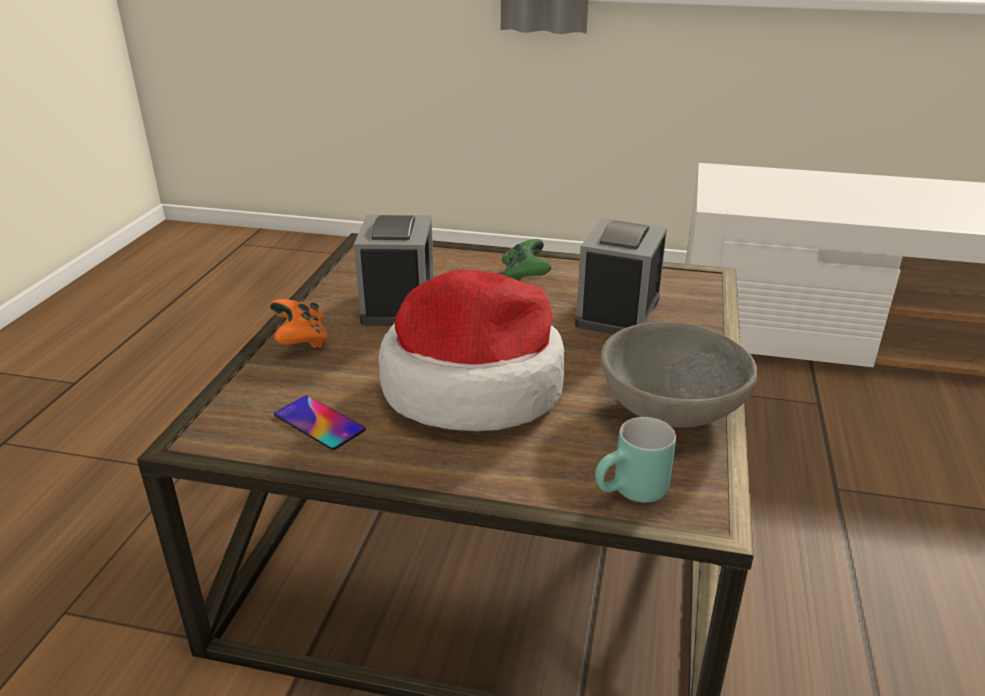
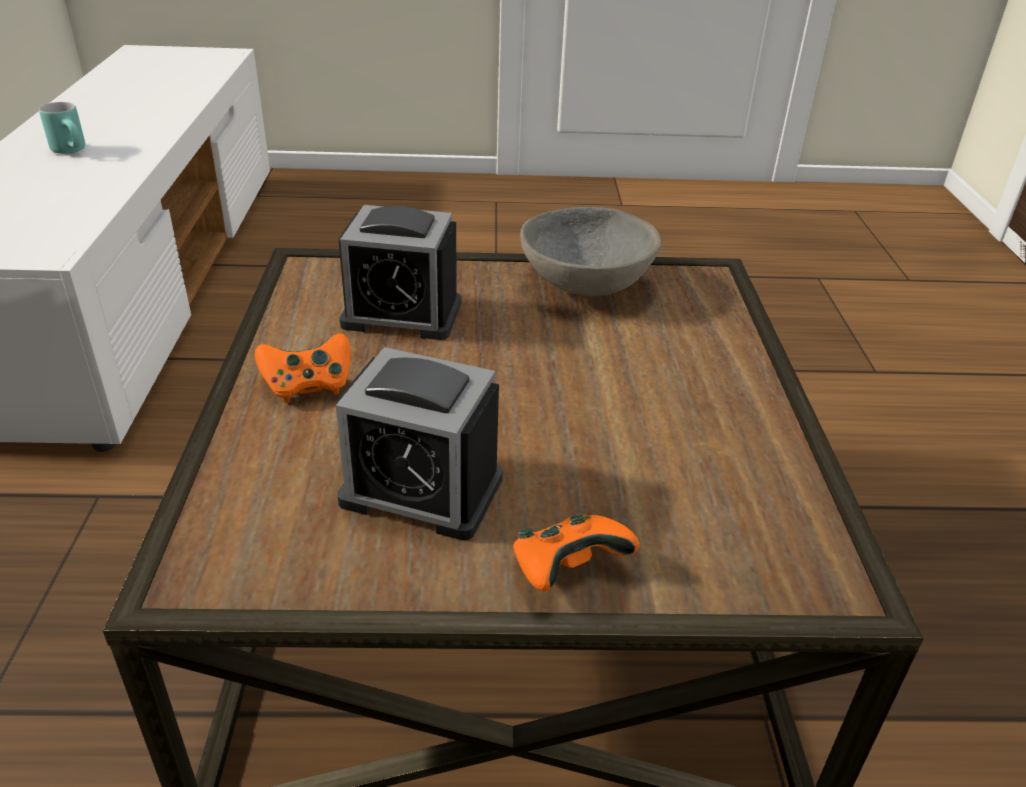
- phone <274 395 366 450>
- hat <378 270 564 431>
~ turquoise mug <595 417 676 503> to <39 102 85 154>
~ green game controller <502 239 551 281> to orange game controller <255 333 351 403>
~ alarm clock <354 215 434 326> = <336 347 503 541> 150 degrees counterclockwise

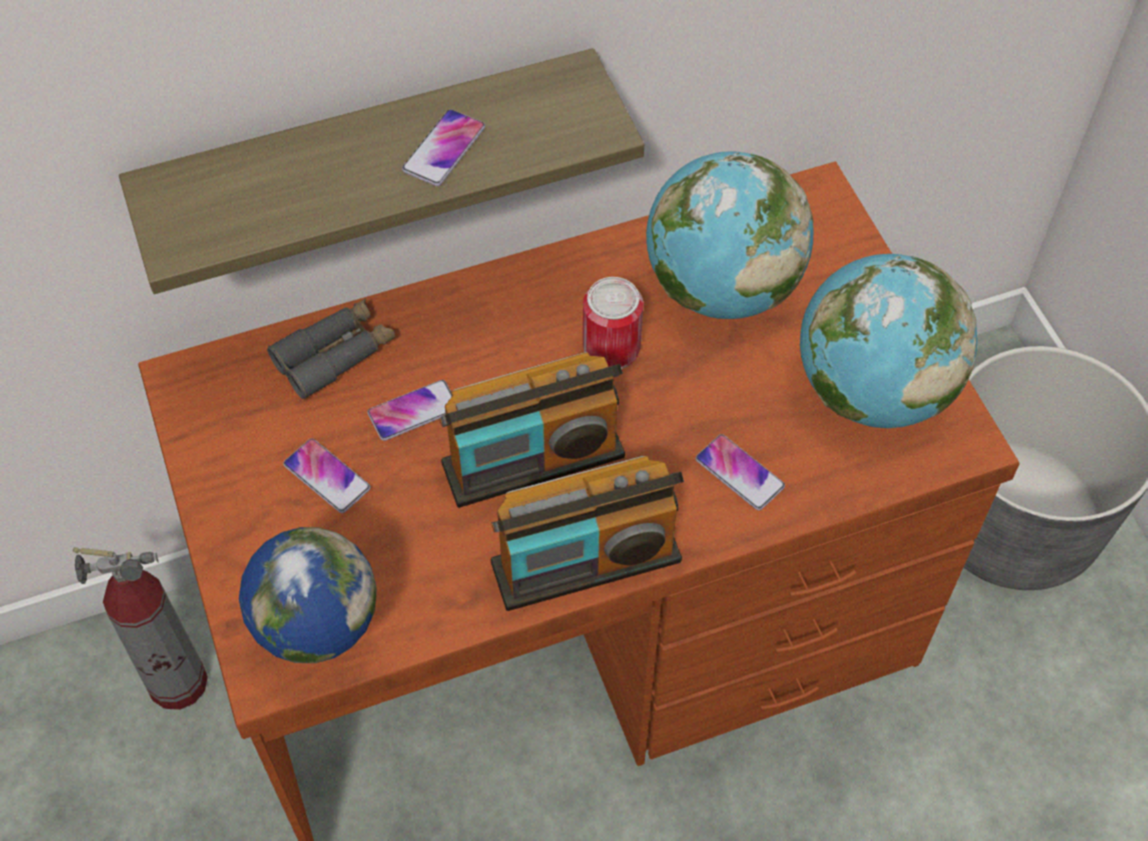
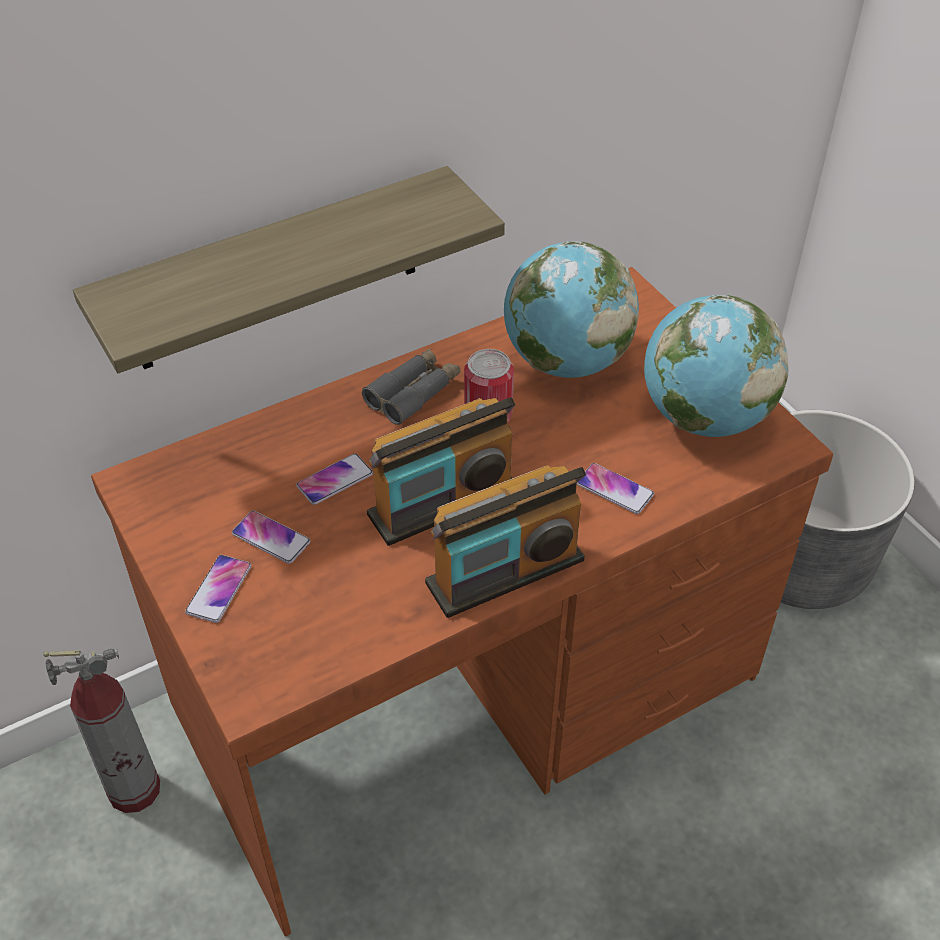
- globe <239 527 377 663>
~ grey binoculars <267 298 395 399> to <362 348 461 425>
~ phone <402 109 485 186> to <185 555 251 623>

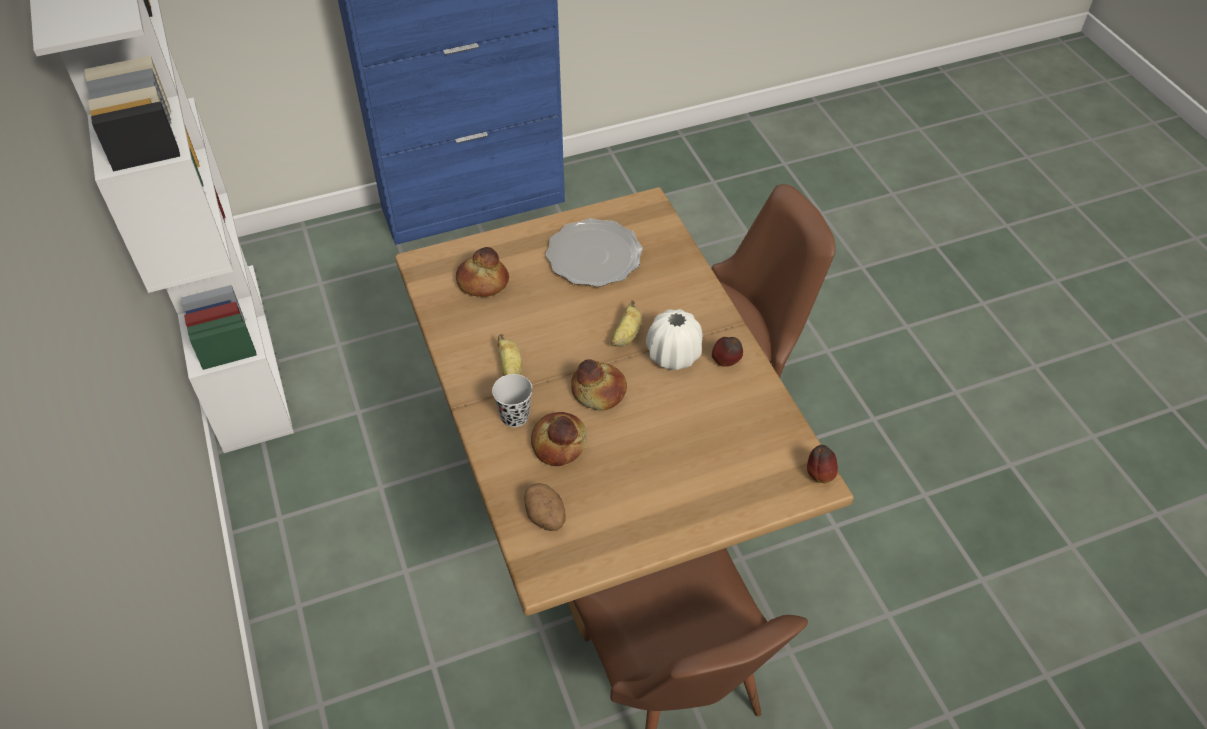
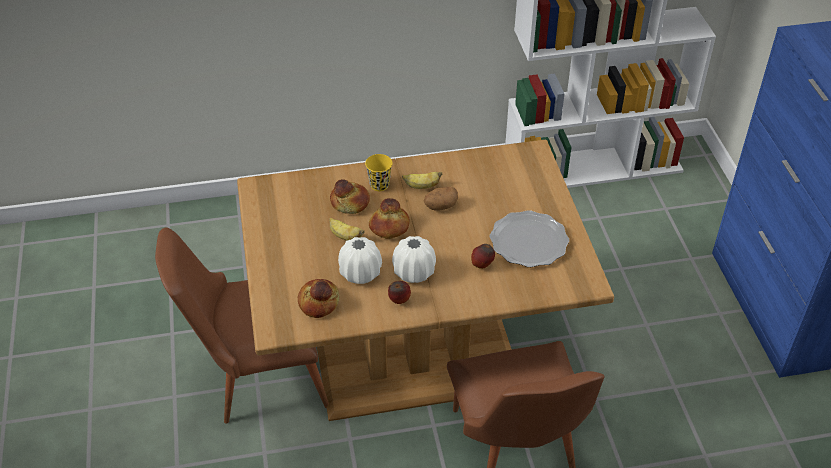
+ white vase <338 237 382 284>
~ bread <456 247 509 297> to <298 279 339 318>
~ potato <524 483 566 531> to <424 187 458 211>
~ banana <611 300 642 346> to <329 218 364 241>
~ apple <807 445 838 483> to <471 244 495 269>
~ black cup <492 374 533 427> to yellow cup <365 154 392 191>

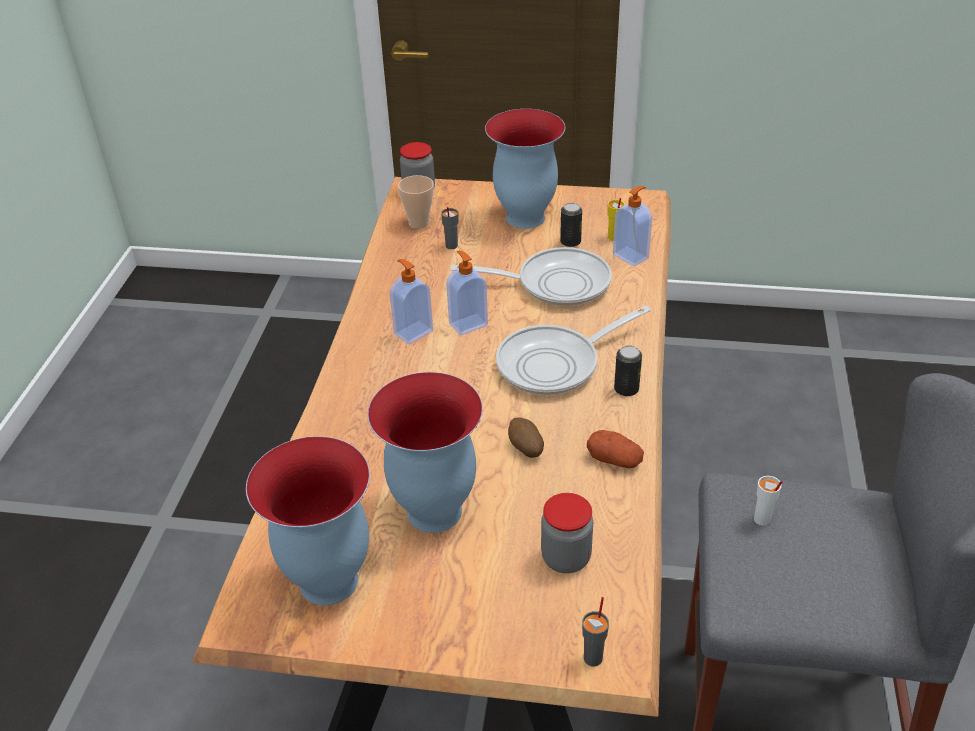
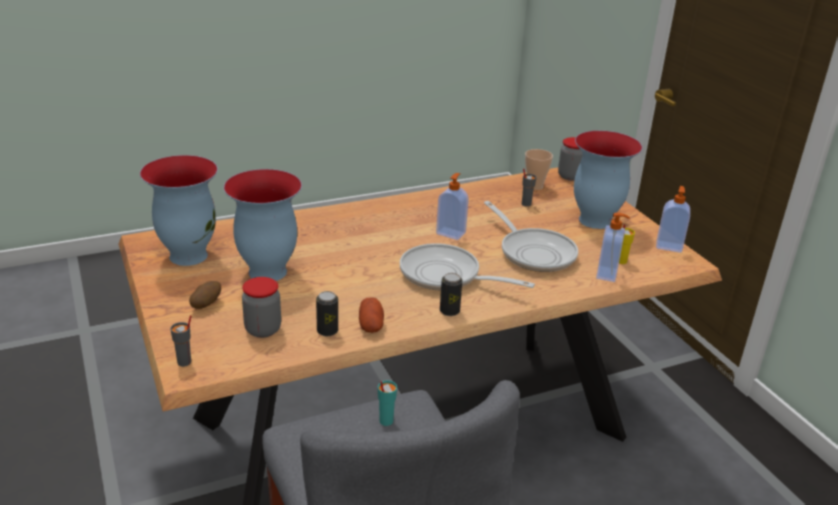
~ soap dispenser <390 259 433 344> to <656 186 690 253>
~ potato <508 417 544 458> to <189 281 221 309>
~ can <560 203 582 247> to <316 291 338 336>
~ white cup <754 476 783 526> to turquoise cup <378 380 397 426>

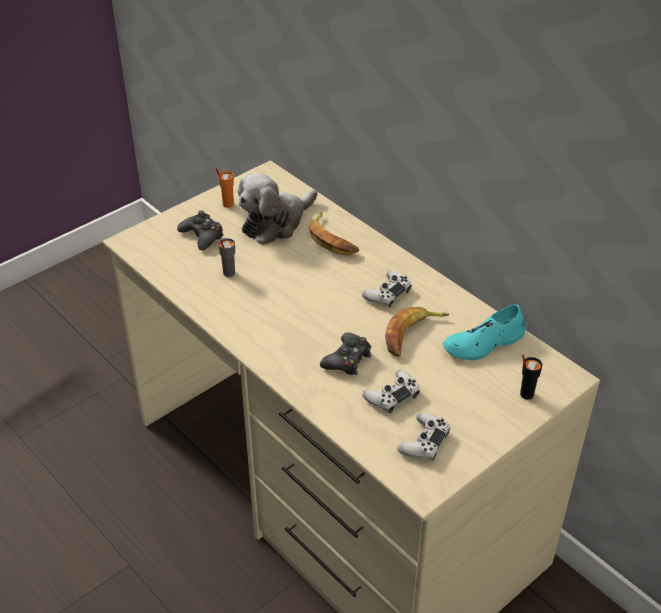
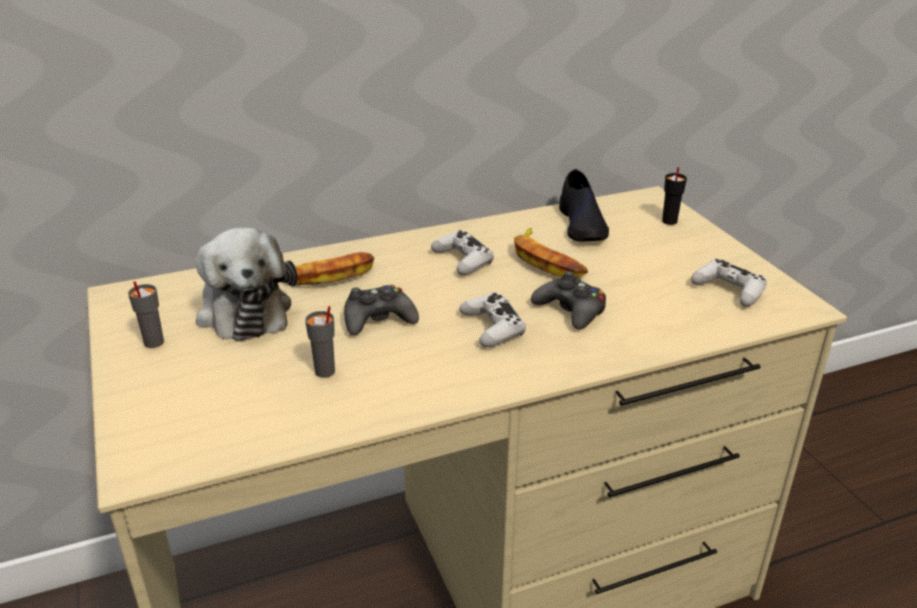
~ black game controller <177 210 223 250> to <344 285 419 335>
~ white game controller <362 370 420 413> to <459 292 526 347>
~ orange cup <216 168 234 208> to grey cup <128 281 164 348>
~ turquoise shoe <442 304 526 360> to black shoe <559 169 609 241>

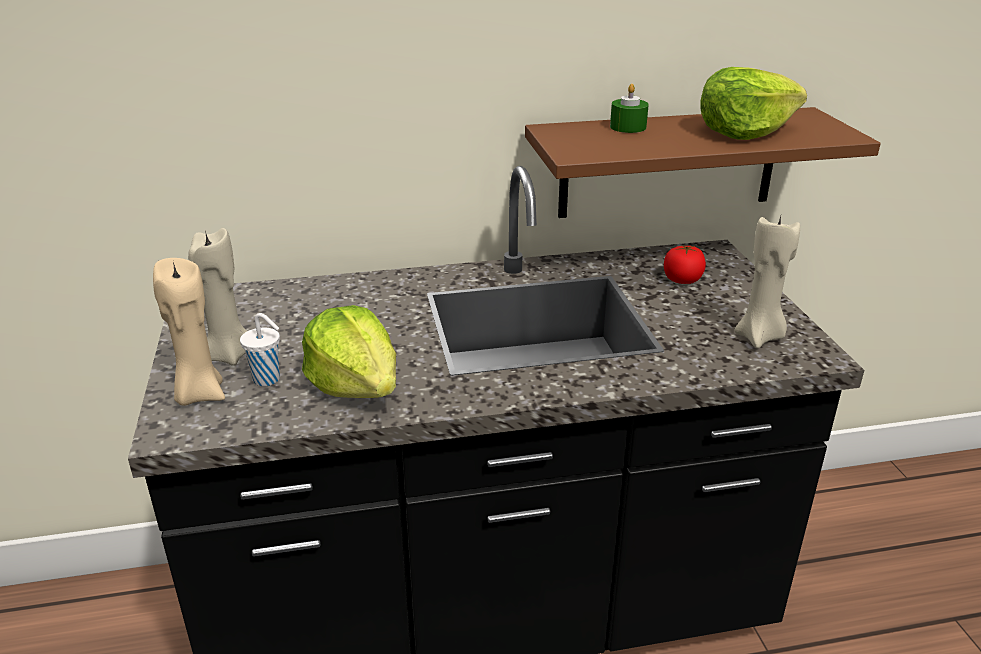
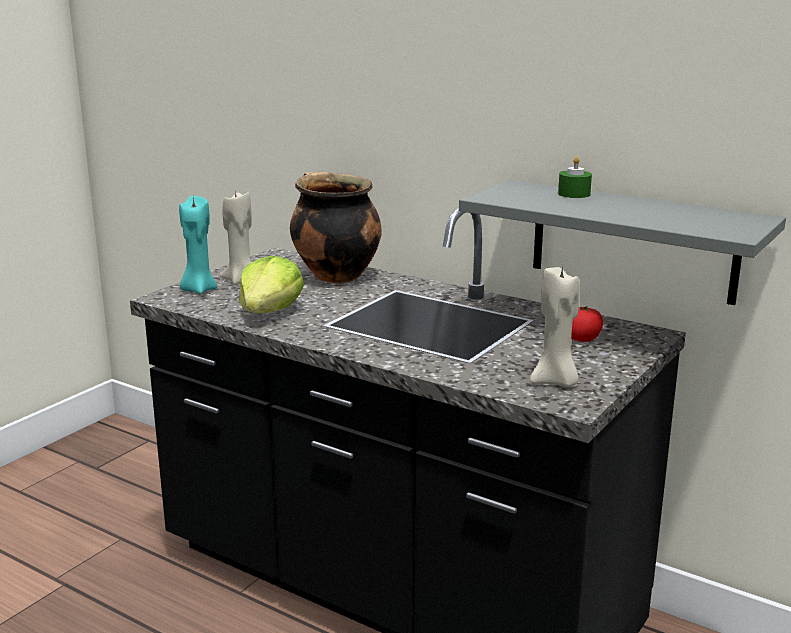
- white cup <240 313 280 386>
- lettuce <700 67 807 140>
+ cooking pot <290 172 382 283>
~ beige candle <153 258 225 406> to turquoise candle <179 196 217 294>
~ brown shelf <525 107 881 218> to grey shelf <459 180 786 305>

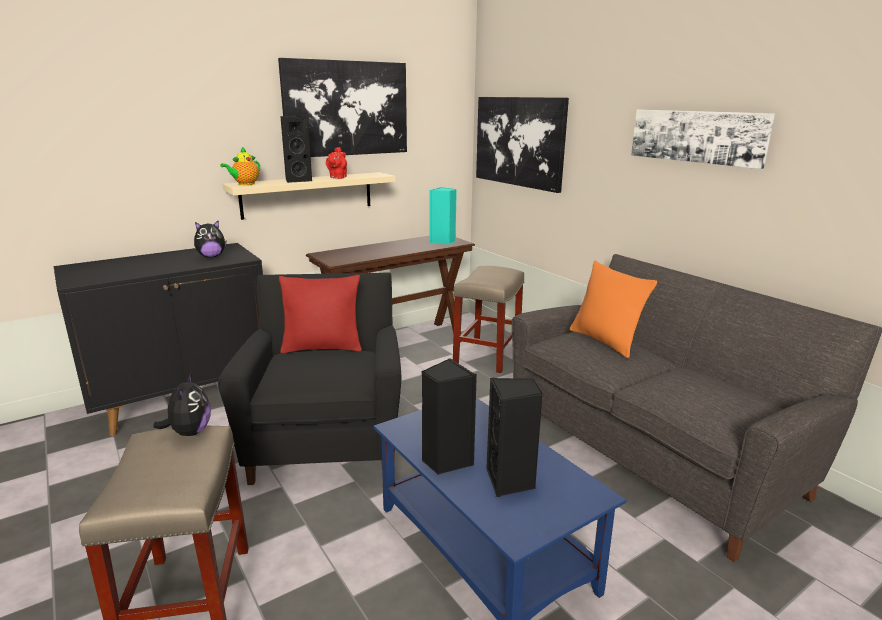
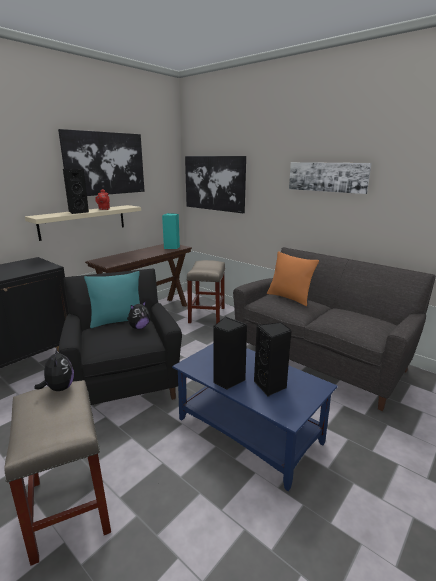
- teapot <220 147 260 185>
~ plush toy <194 220 227 257> to <127 301 150 329>
~ red pillow <279 275 362 354> to turquoise pillow <84 271 140 328>

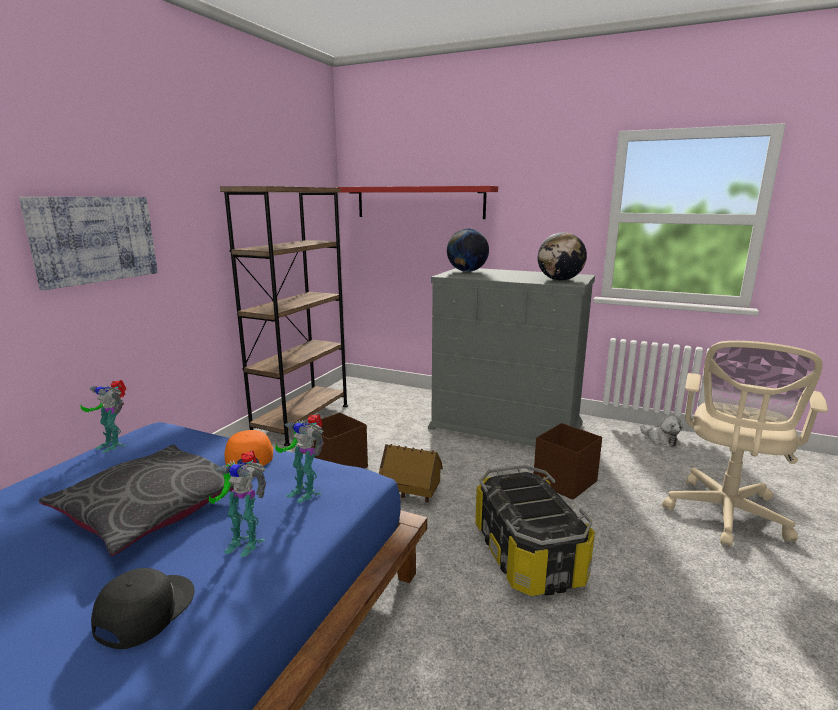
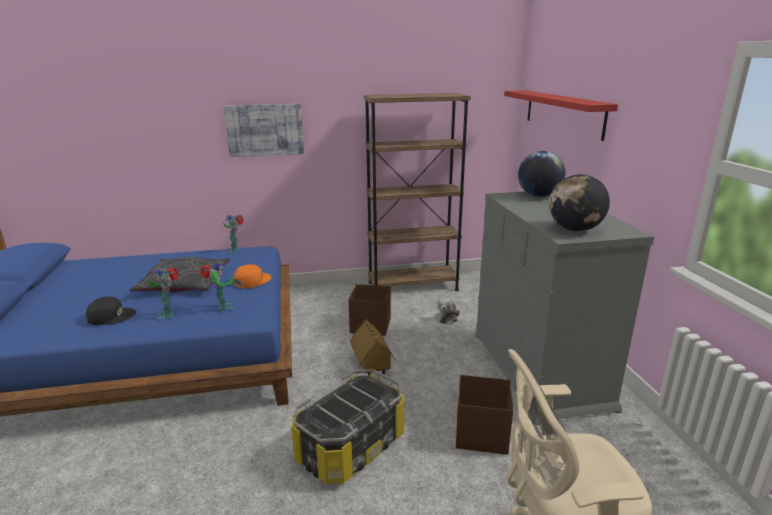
~ plush toy <640 416 683 447> to <436 298 459 325>
~ toy robot <275 414 324 503> = <200 262 235 312> 150 degrees clockwise

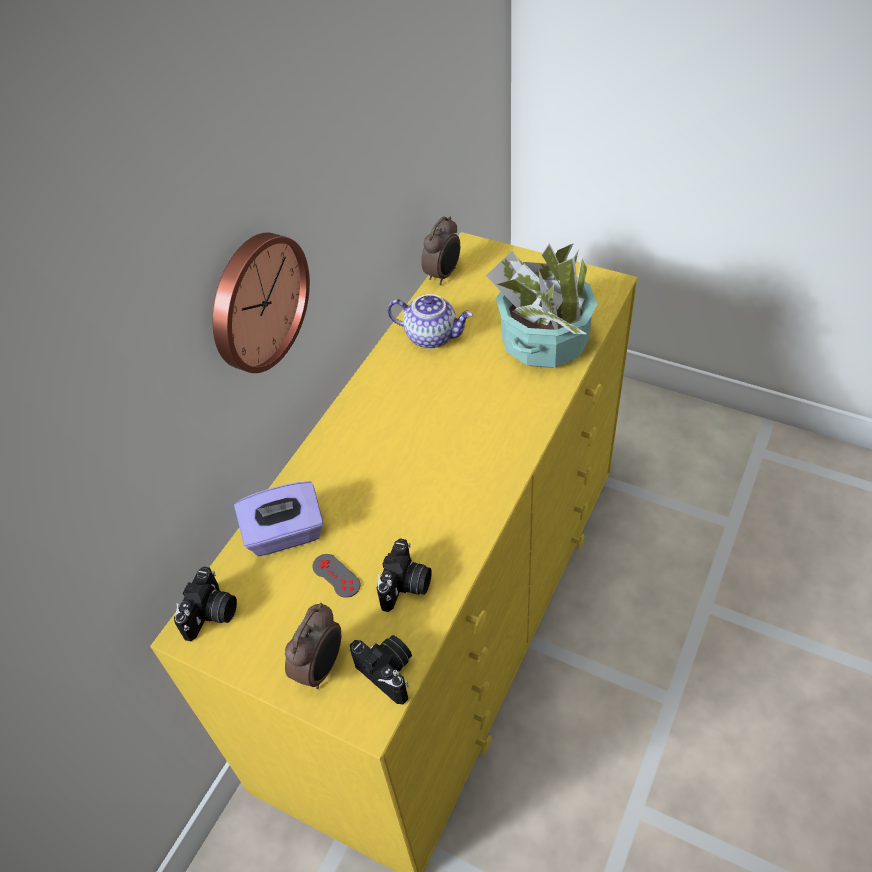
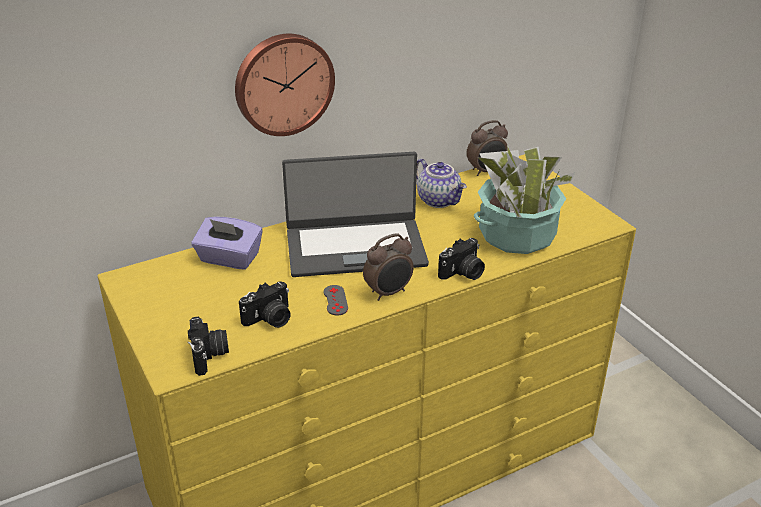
+ laptop <282 152 429 277>
~ photo camera <174 567 237 642> to <438 238 485 280>
~ alarm clock <285 603 341 689> to <363 233 414 301>
~ grey game controller <312 554 360 598> to <324 285 348 316>

